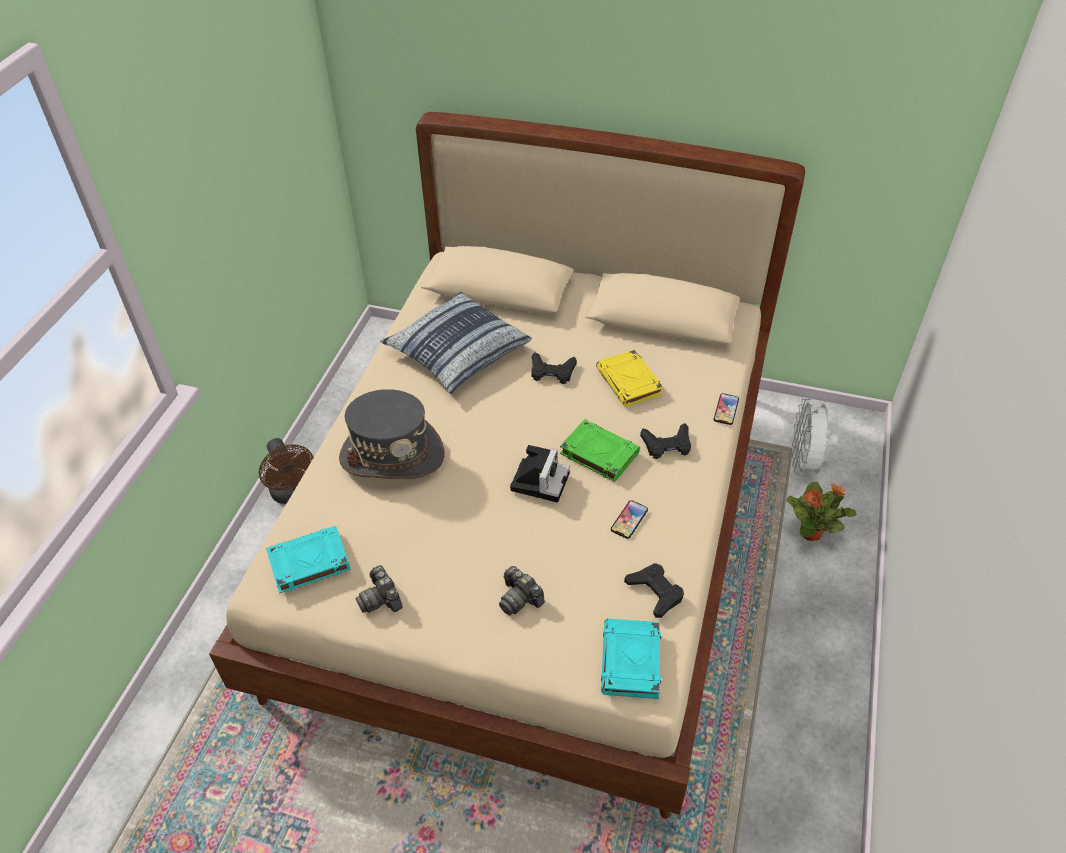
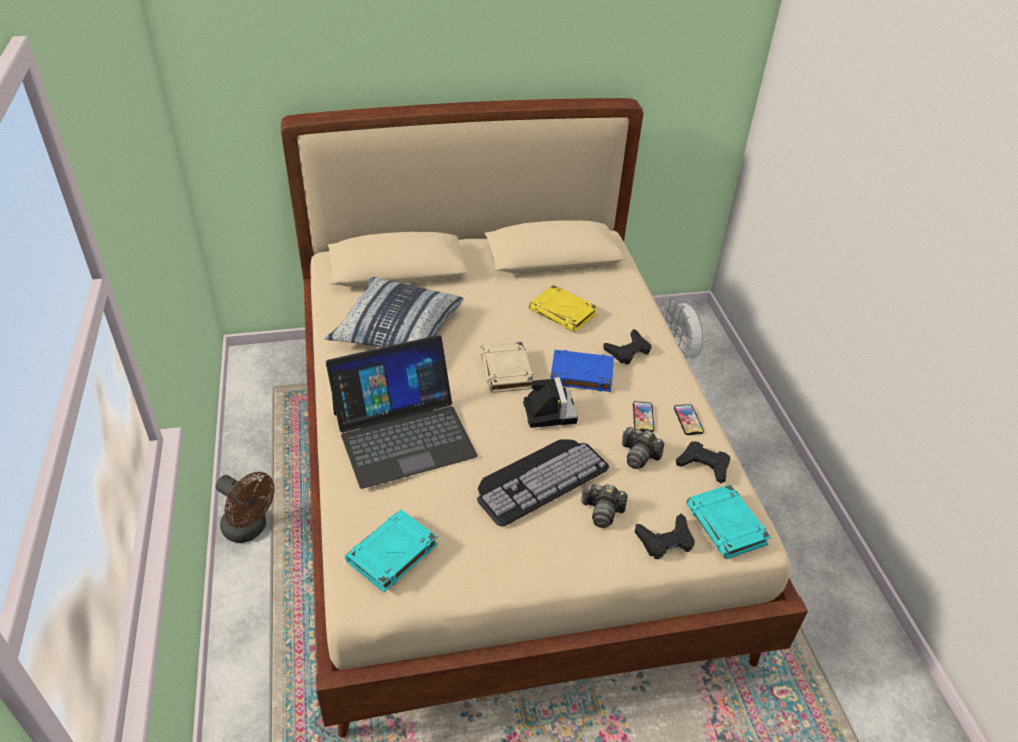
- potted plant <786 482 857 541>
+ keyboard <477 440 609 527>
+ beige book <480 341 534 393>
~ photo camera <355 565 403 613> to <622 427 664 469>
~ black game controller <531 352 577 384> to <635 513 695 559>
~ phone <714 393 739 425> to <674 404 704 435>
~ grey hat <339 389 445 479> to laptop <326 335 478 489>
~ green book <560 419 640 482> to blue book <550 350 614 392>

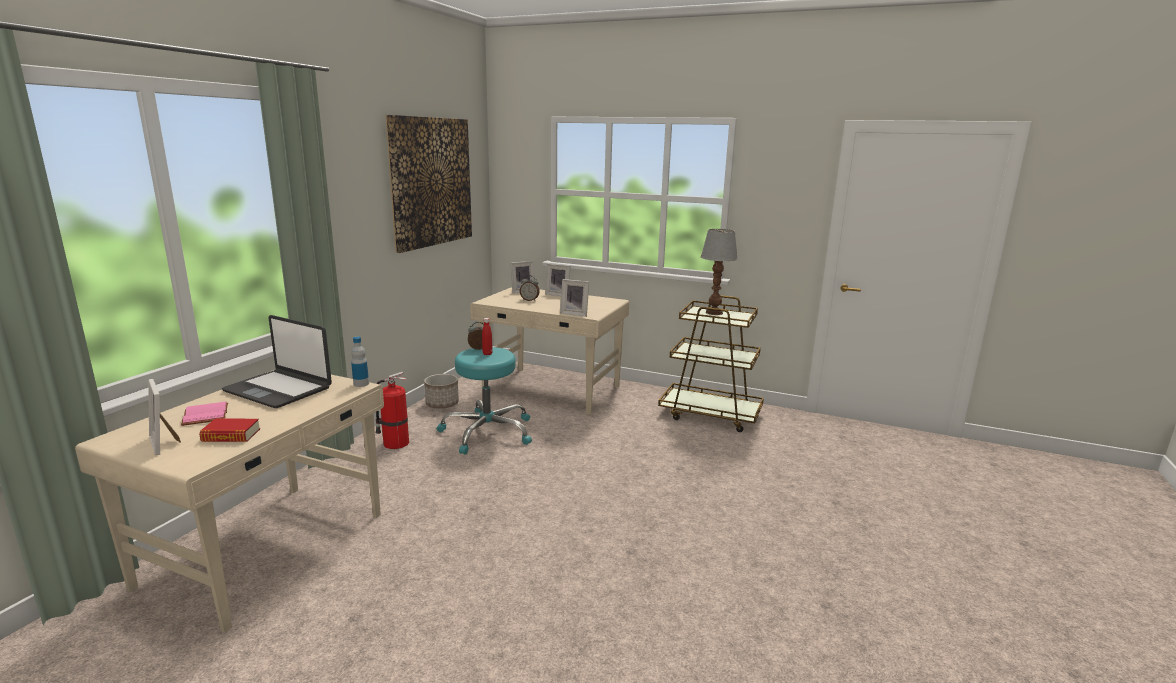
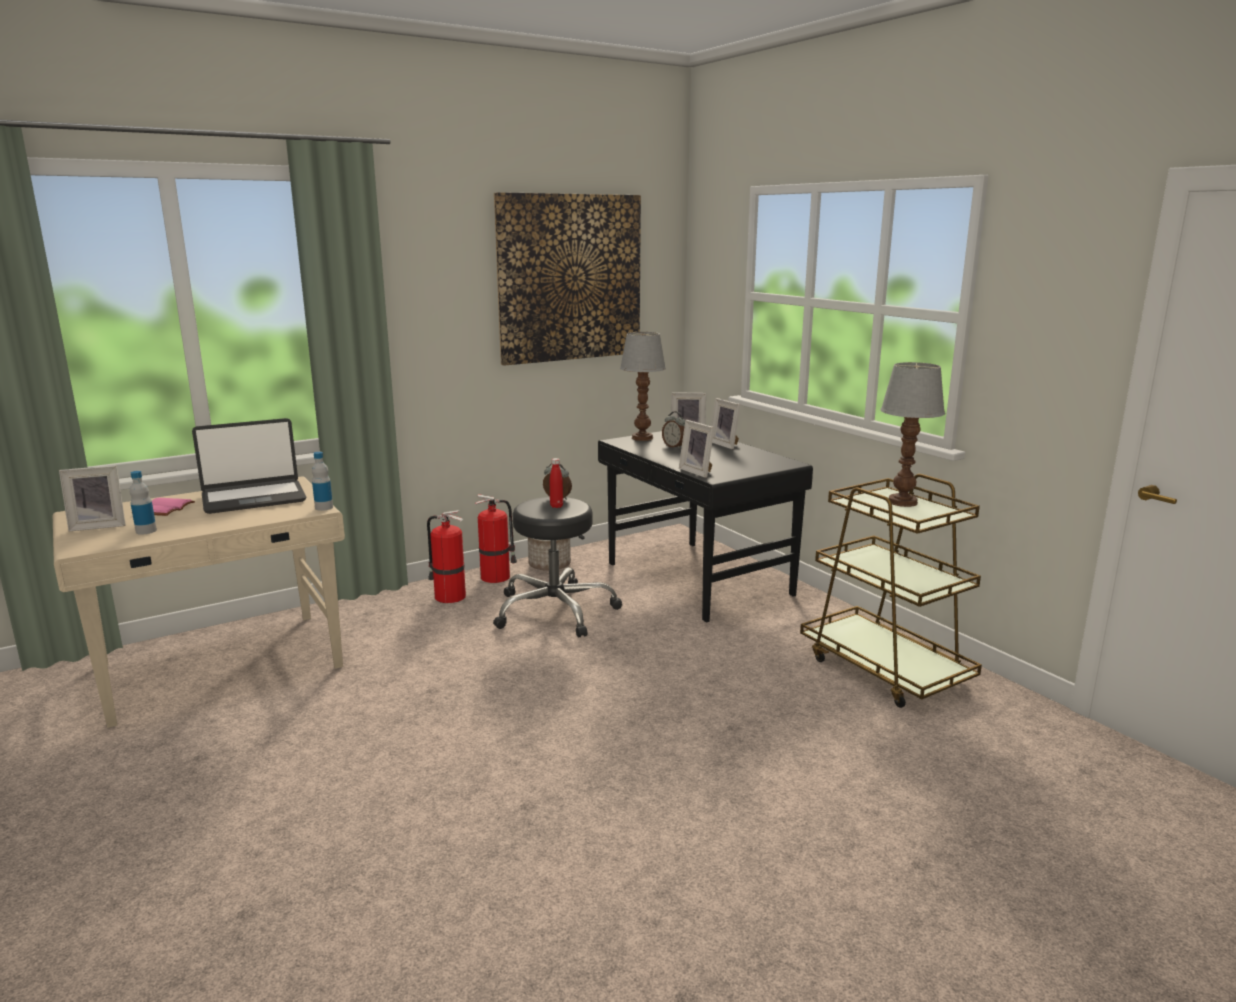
+ fire extinguisher <475 494 517 583>
+ table lamp <620 332 666 441>
~ book <199 419 260 442> to bottle <130 471 157 535>
~ turquoise stool <437 347 532 455> to black stool <493 497 622 637>
~ beige desk <470 287 629 415> to black desk <598 431 813 623>
~ picture frame <148 379 181 455> = <59 465 126 531> 105 degrees counterclockwise
~ laptop <222 315 332 408> = <192 418 306 514> 90 degrees counterclockwise

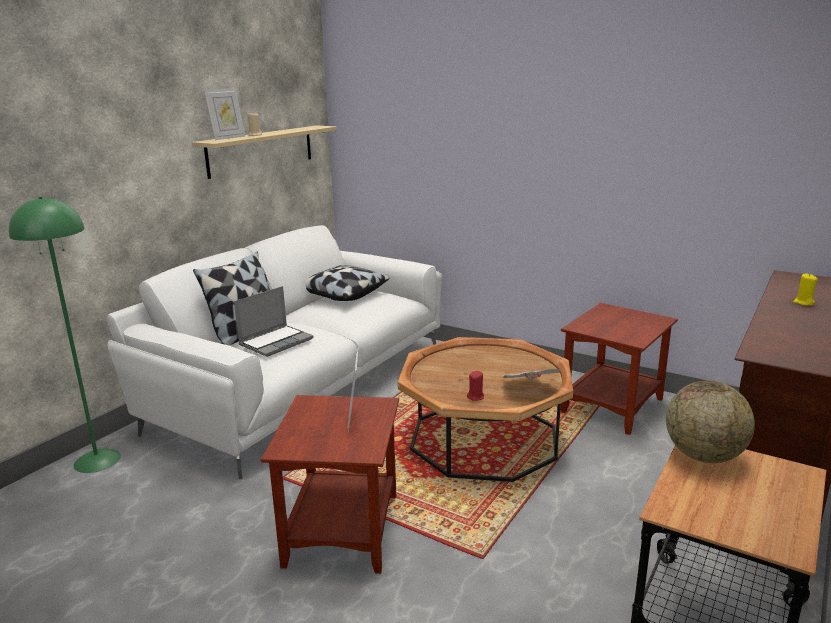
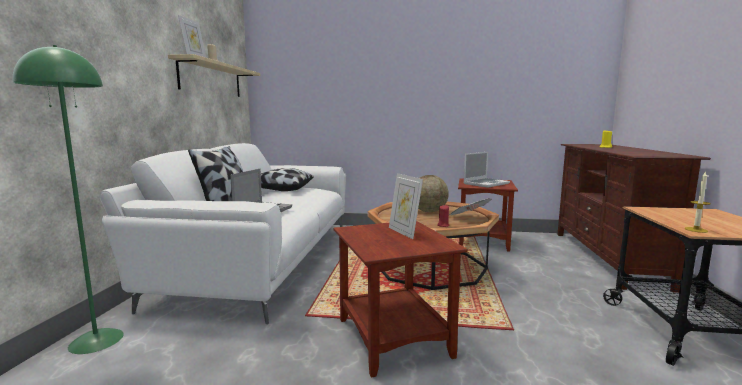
+ laptop <463 152 510 188>
+ candle <685 171 711 233>
~ globe <666 381 755 463> to <418 175 449 212>

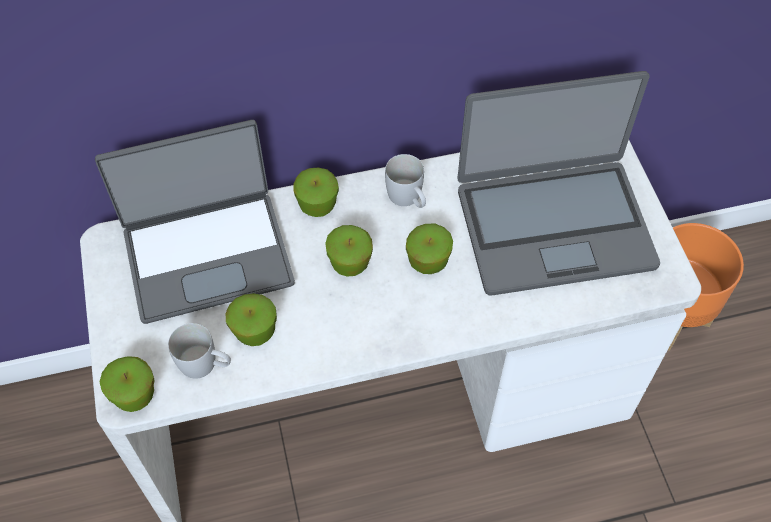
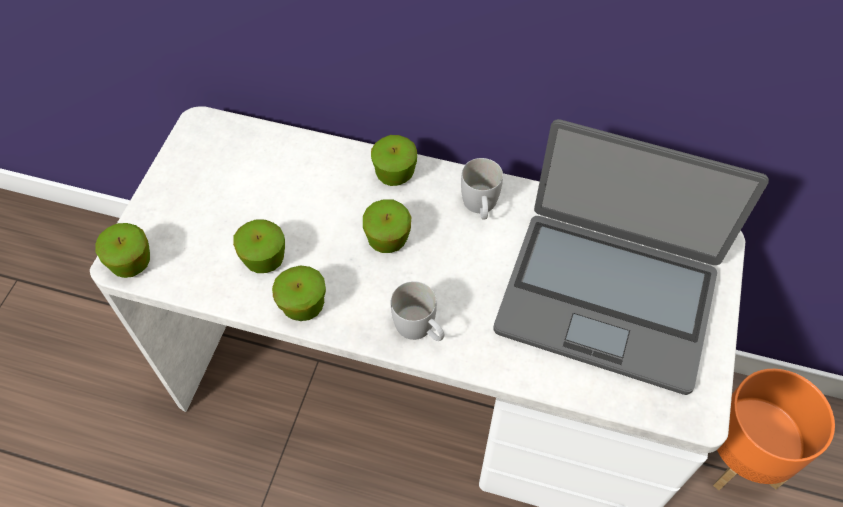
- laptop <95 120 295 324>
~ white mug <168 323 231 379> to <391 281 444 341>
~ apple <406 224 453 274> to <272 265 326 321>

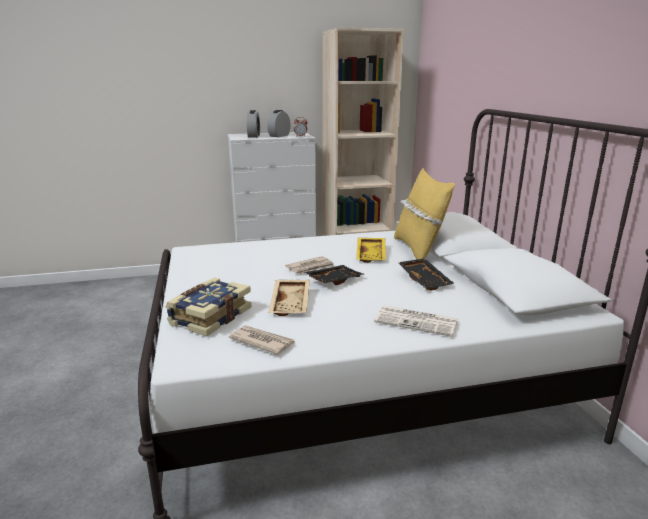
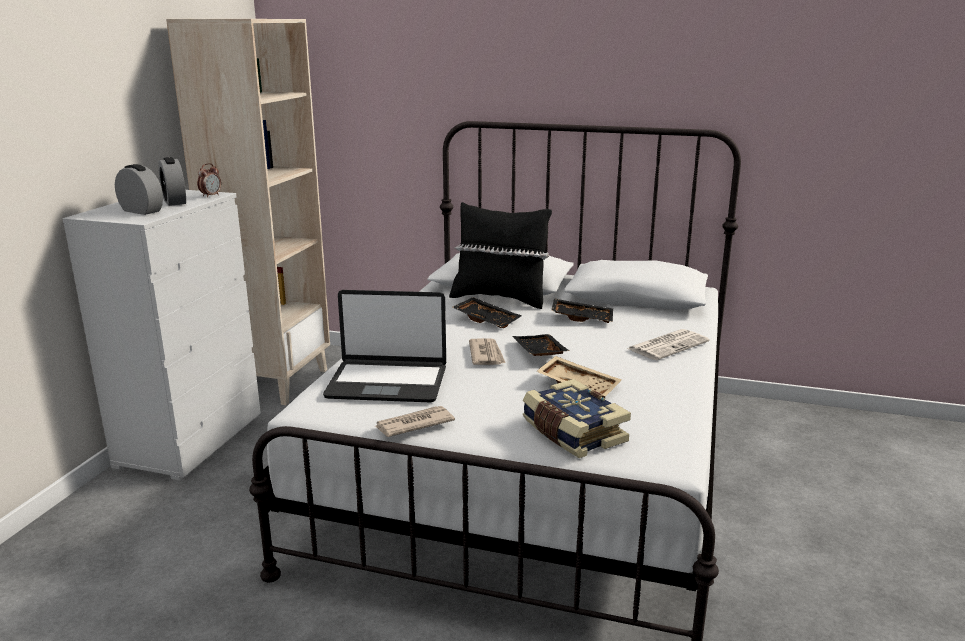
+ laptop <323 290 446 403>
~ newspaper <229 325 294 355> to <375 406 455 437>
~ yellow tray <356 238 386 263> to black tray <452 297 522 328>
~ yellow pillow <394 168 455 260> to black pillow <449 202 552 309>

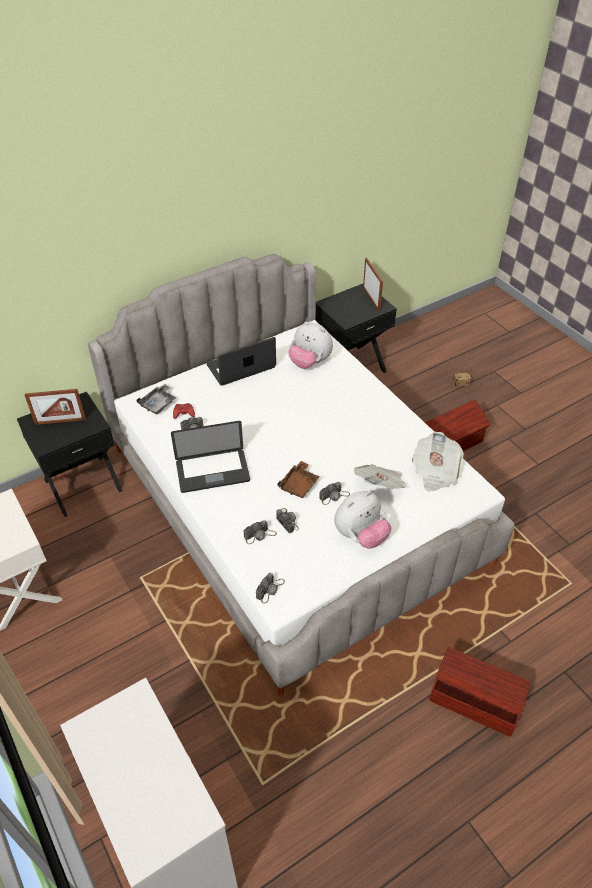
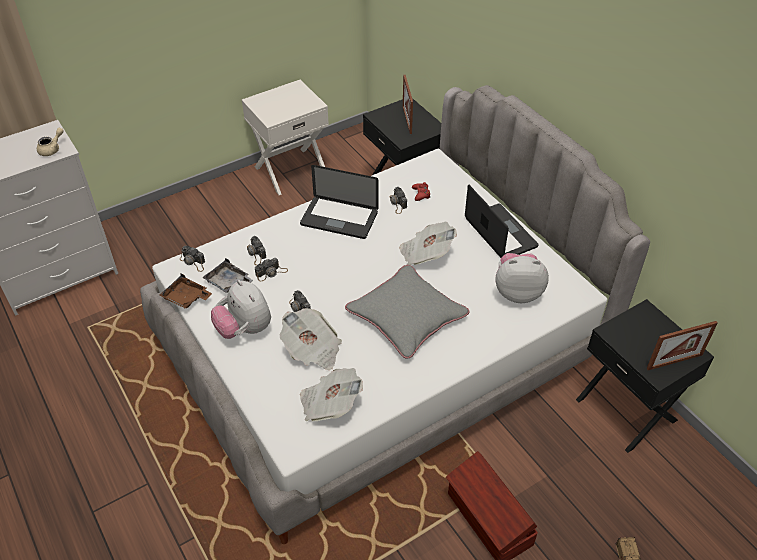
- brown storage box <429 647 530 737>
+ beige teapot <37 128 64 156>
+ grey pillow <345 265 470 359>
+ newspaper <399 222 457 265>
~ grey tray <137 384 176 414> to <202 258 253 293>
~ brown tray <278 461 319 498> to <159 274 212 308>
~ laptop <171 421 250 493> = <300 165 379 239> 60 degrees counterclockwise
~ plush toy <288 322 333 369> = <496 253 549 303> 60 degrees clockwise

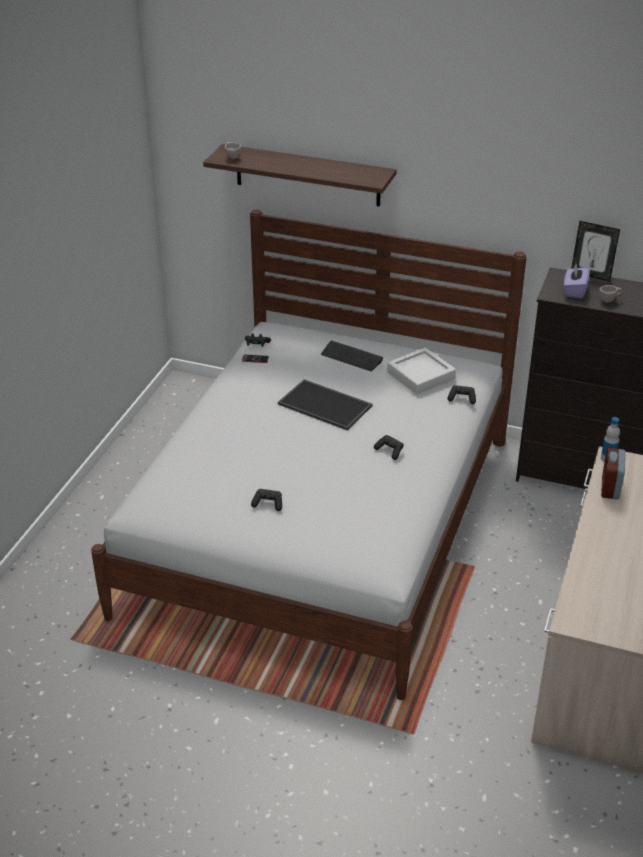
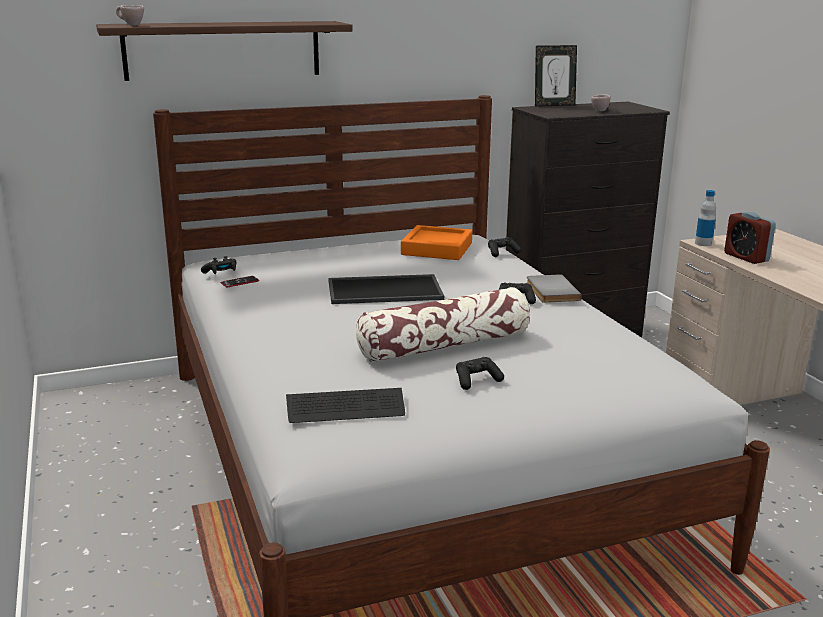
- purple tissue box <564 264 590 298>
+ pillow <356 287 530 363>
+ grey book <527 274 582 303>
~ keyboard <321 340 384 371> to <286 388 405 423>
~ grey tray <387 348 456 394> to orange tray <401 225 472 260>

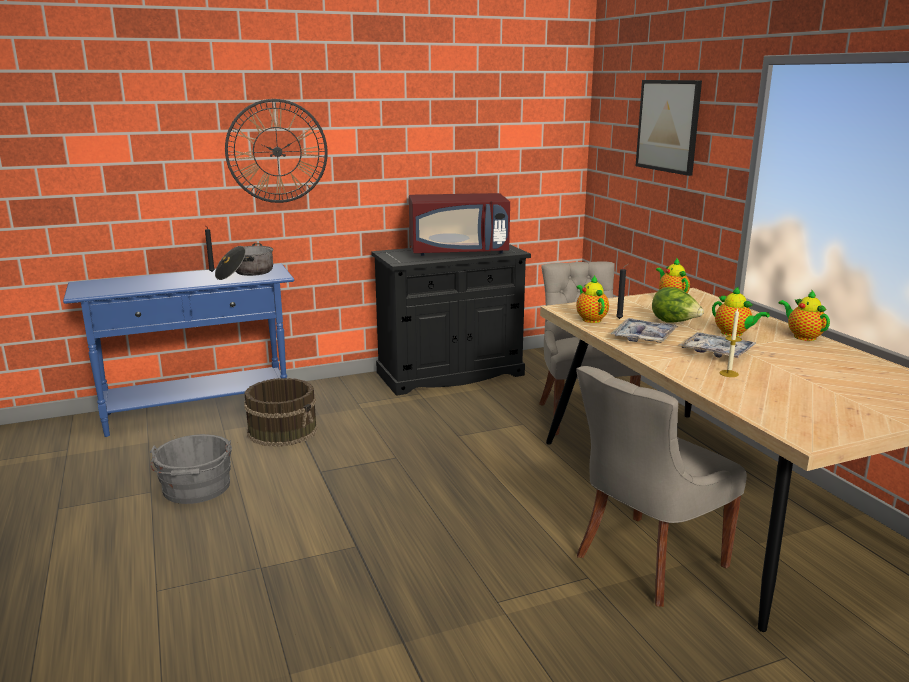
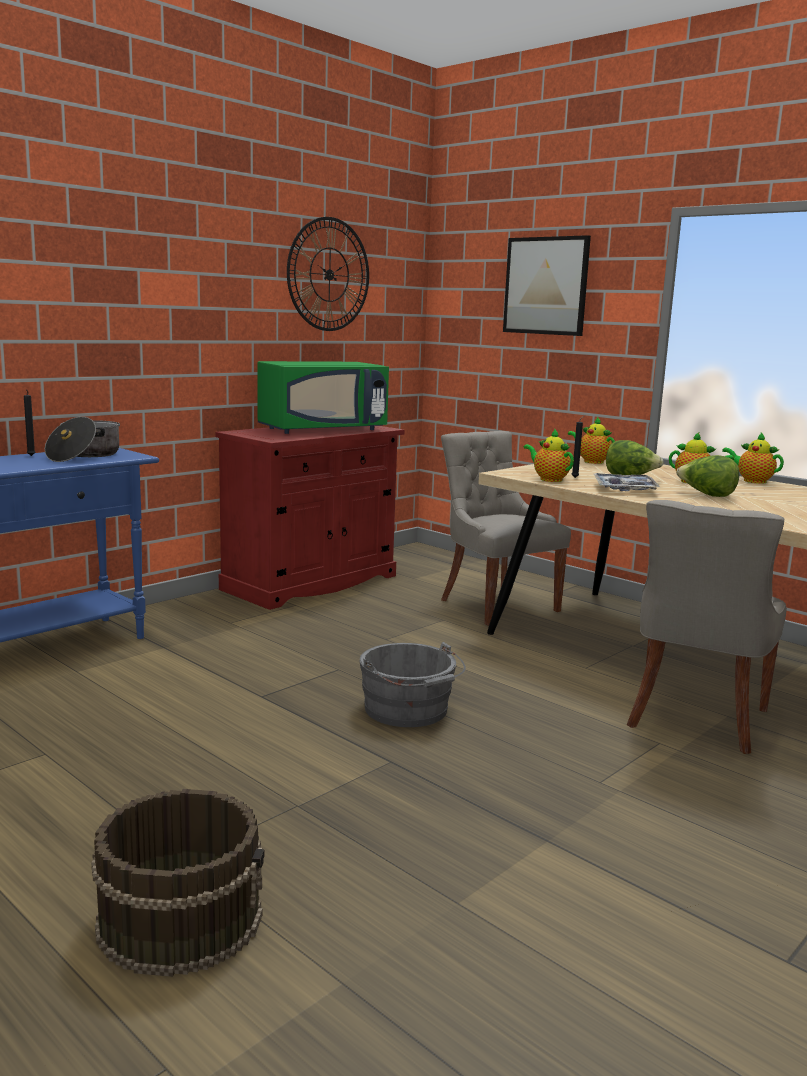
- candle <720 308 742 377>
~ grey bucket <150 434 232 504> to <359 642 466 727>
~ wall clock <225 99 328 203> to <287 217 369 331>
~ brown bucket <244 378 318 447> to <91 789 264 977>
~ tray <678 332 756 358> to lettuce <676 455 739 497>
~ black cabinet <371 244 531 396> to red cabinet <215 426 404 610>
~ red microwave <409 193 510 256> to green microwave <257 361 389 434>

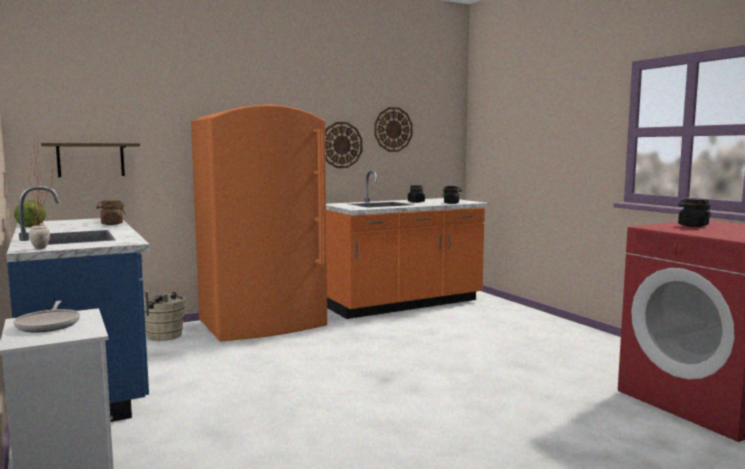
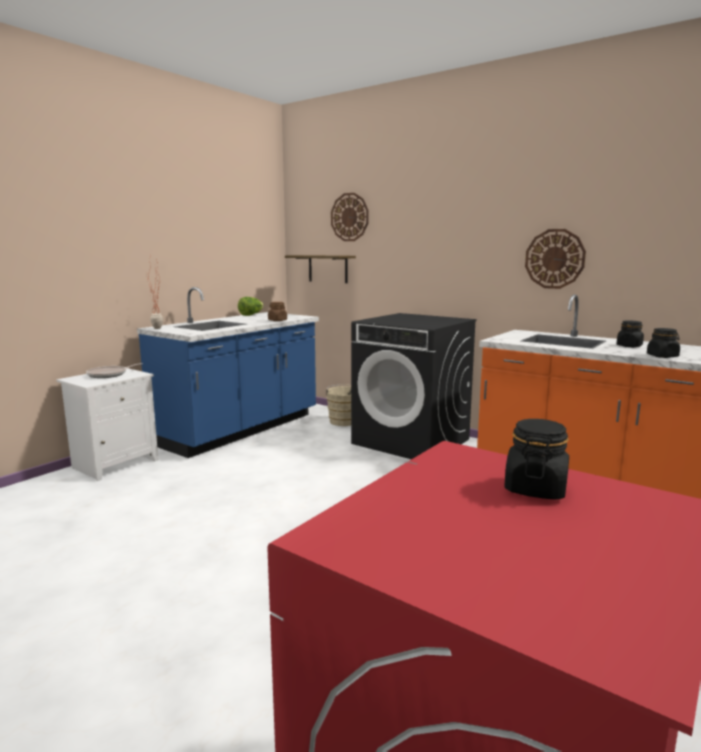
~ wall clock <374 107 413 152> to <331 193 369 241>
~ orange fridge <191 104 327 341> to black washing machine <351 313 477 459>

